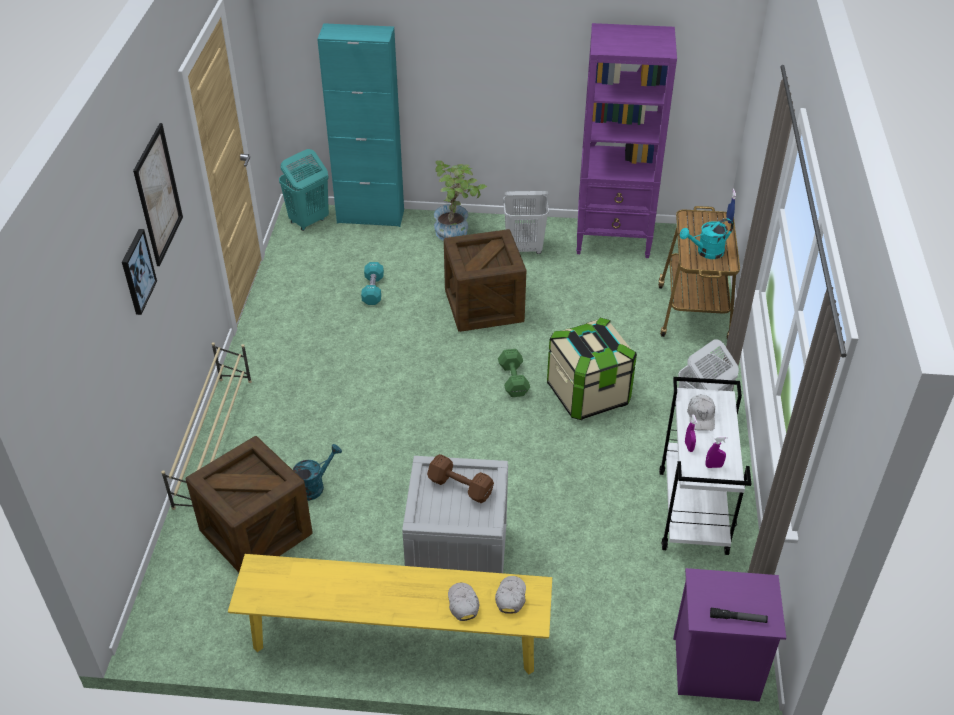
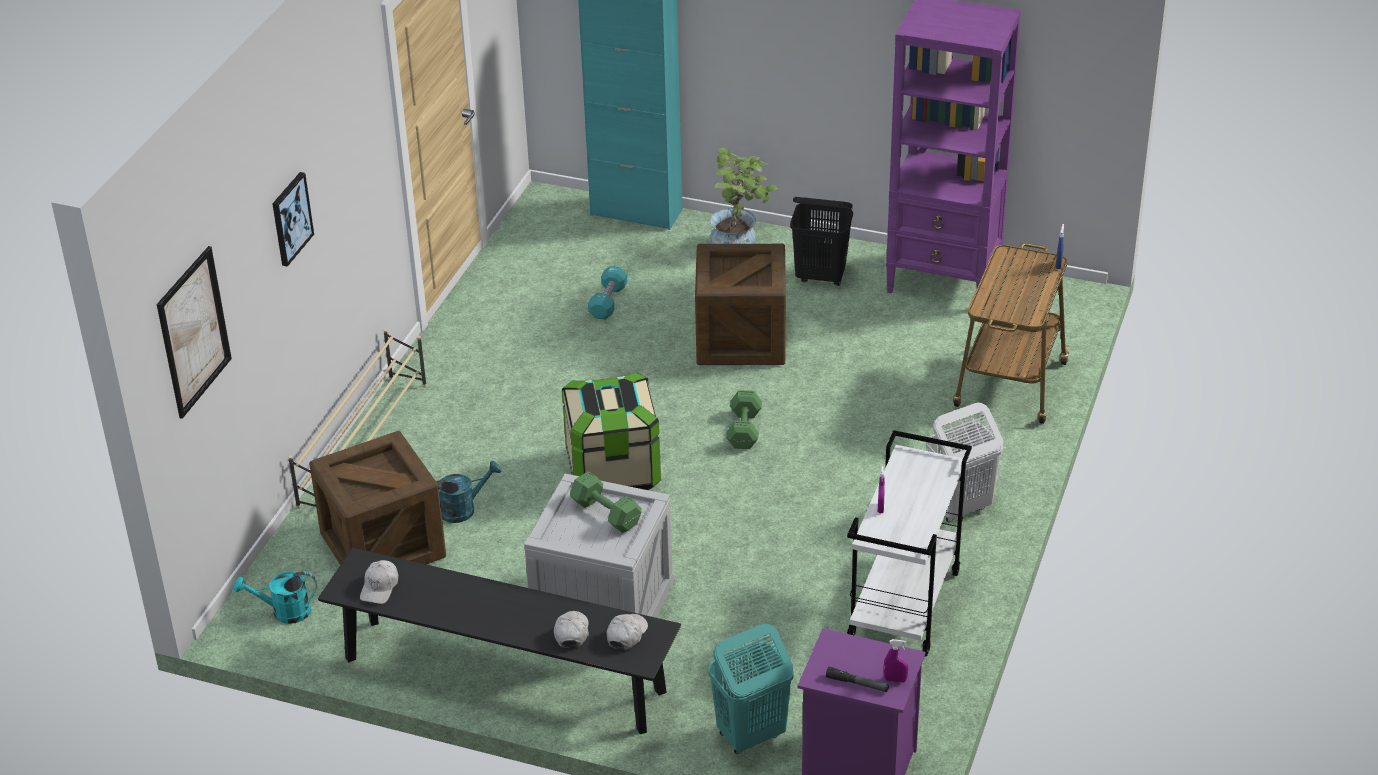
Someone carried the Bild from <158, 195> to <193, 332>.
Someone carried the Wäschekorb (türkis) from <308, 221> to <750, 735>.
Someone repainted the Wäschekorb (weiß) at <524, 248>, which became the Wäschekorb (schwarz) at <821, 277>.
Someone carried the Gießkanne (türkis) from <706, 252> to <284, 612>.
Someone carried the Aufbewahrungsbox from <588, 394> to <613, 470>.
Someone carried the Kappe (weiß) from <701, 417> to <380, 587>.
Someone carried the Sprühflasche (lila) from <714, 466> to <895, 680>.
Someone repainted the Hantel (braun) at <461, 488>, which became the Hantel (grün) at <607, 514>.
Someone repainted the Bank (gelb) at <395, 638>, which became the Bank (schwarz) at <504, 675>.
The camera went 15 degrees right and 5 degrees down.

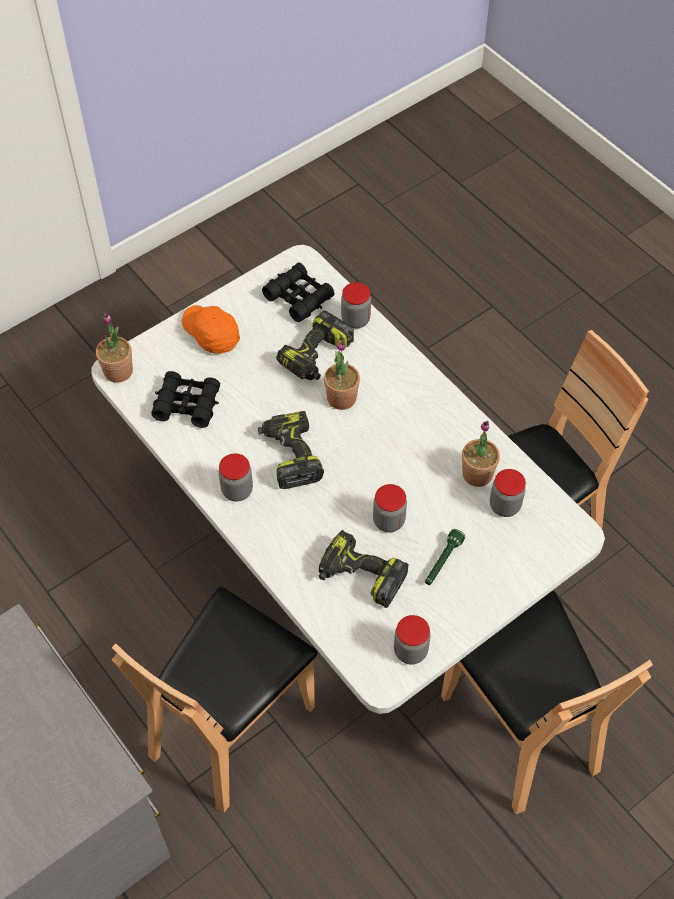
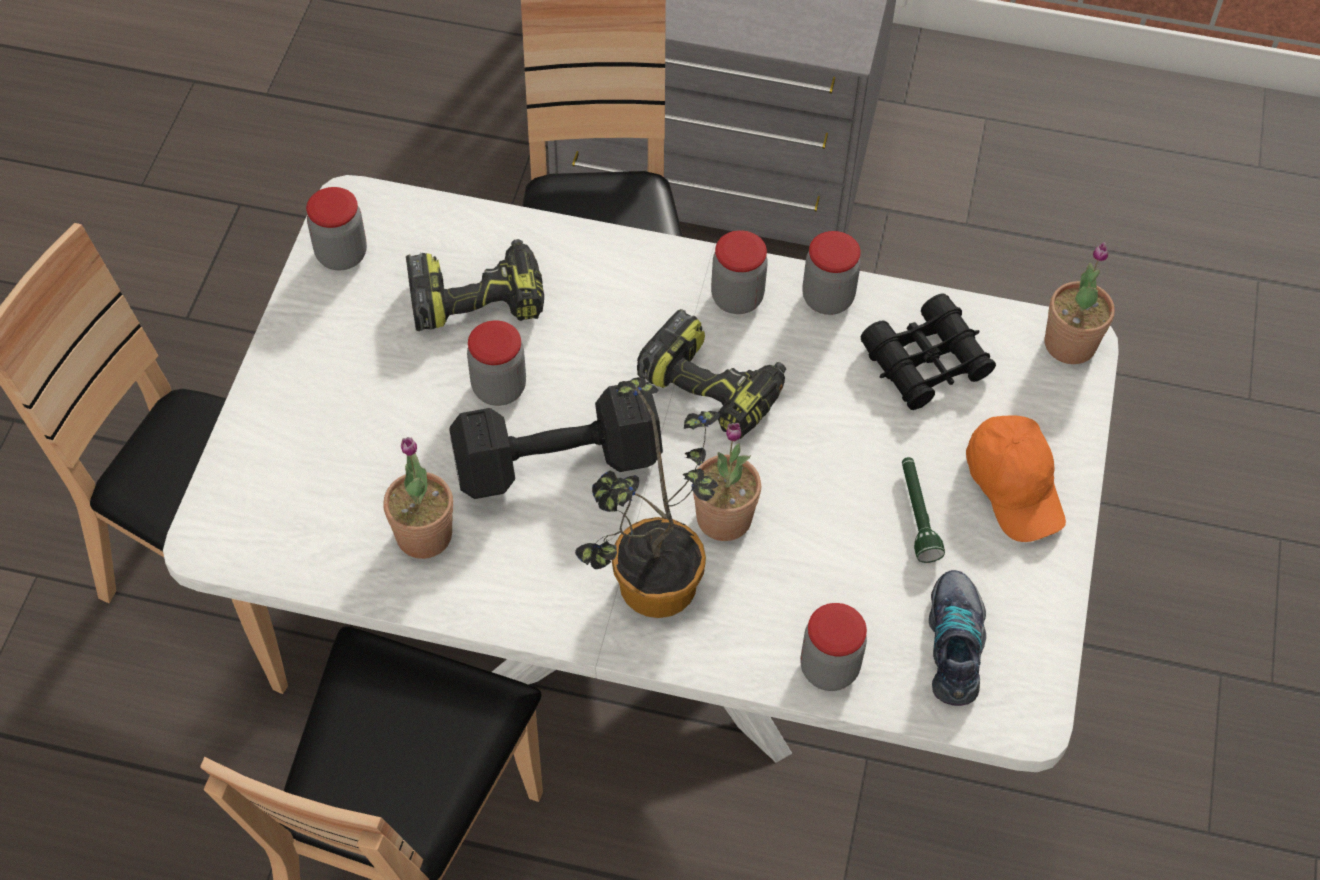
Someone swapped the Fernglas (schwarz) at <299, 297> for the Schuh at <956, 644>.
Someone rotated the Kappe (orange) at <211, 334> by 60 degrees clockwise.
Someone took away the Bohrmaschine at <316, 356>.
Someone carried the Vorratsglas from <504, 506> to <827, 298>.
Someone carried the Taschenlampe (grün) from <442, 562> to <917, 514>.
Someone put down the Topfpflanze at <648, 592>.
Someone put down the Hantel (schwarz) at <562, 463>.
The camera went 140 degrees right and 0 degrees up.

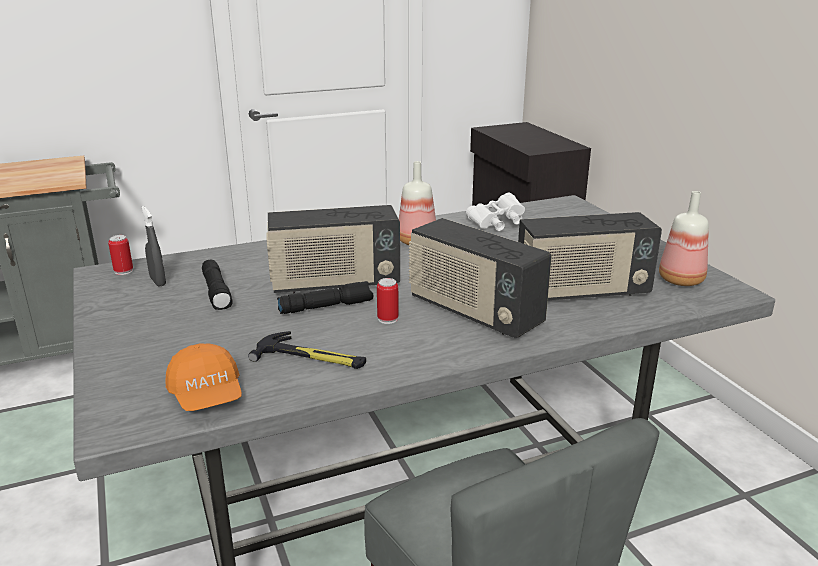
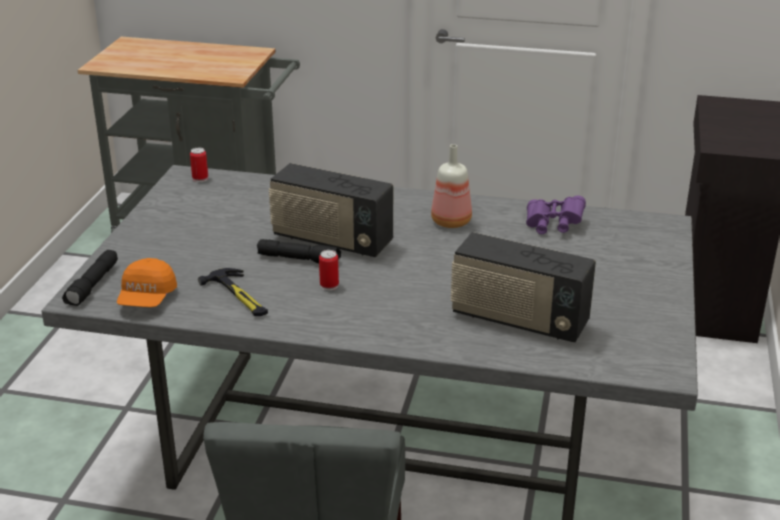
Someone took away the Flasche at <682, 281>.
Someone repainted the Fernglas (weiß) at <497, 223>, which became the Fernglas (lila) at <553, 225>.
Someone took away the Sprühflasche (grau) at <158, 281>.
Someone took away the Radio at <473, 312>.
Someone carried the Taschenlampe (schwarz) from <217, 292> to <93, 285>.
The camera went 35 degrees right and 5 degrees up.

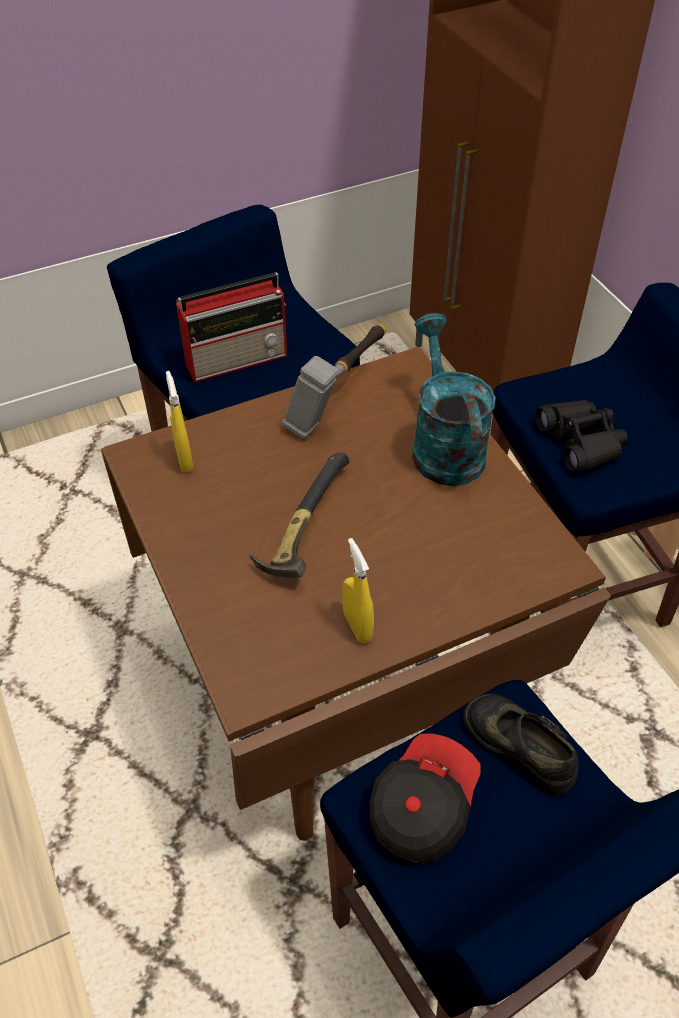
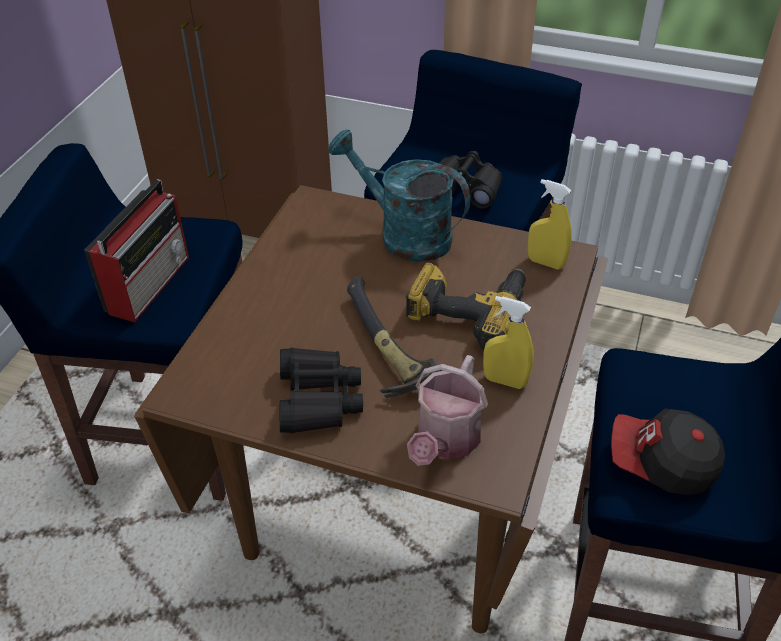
Someone took away the Hammer at <339, 394>.
Someone carried the Sprühflasche (gelb) from <184, 459> to <546, 263>.
Someone took away the Schuh (schwarz) at <520, 745>.
Someone rotated the Kappe at <421, 807> by 60 degrees counterclockwise.
Someone put down the Bohrmaschine at <467, 310>.
Someone put down the Fernglas (schwarz) at <318, 399>.
Someone put down the Gießkanne at <445, 441>.
The camera went 45 degrees left and 5 degrees down.

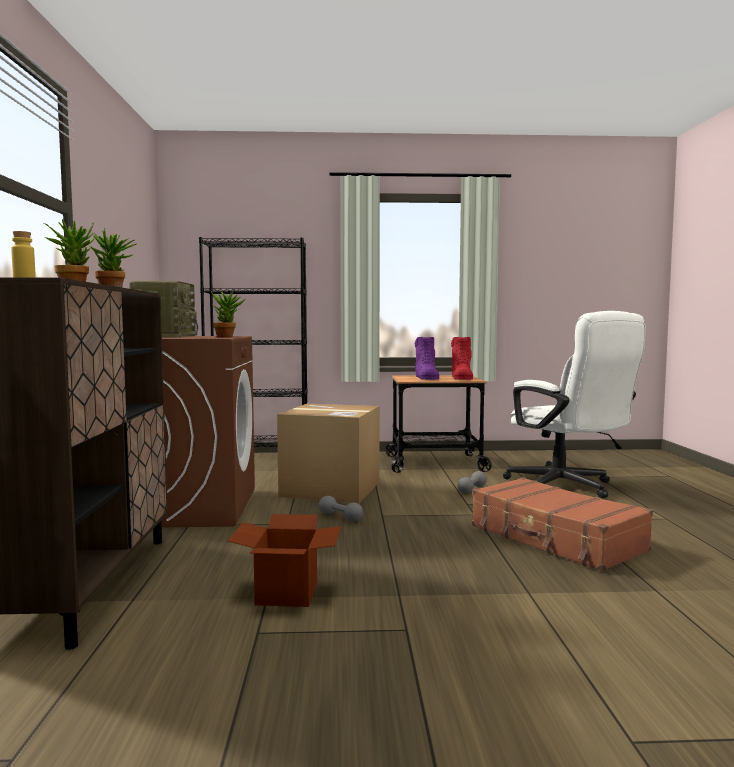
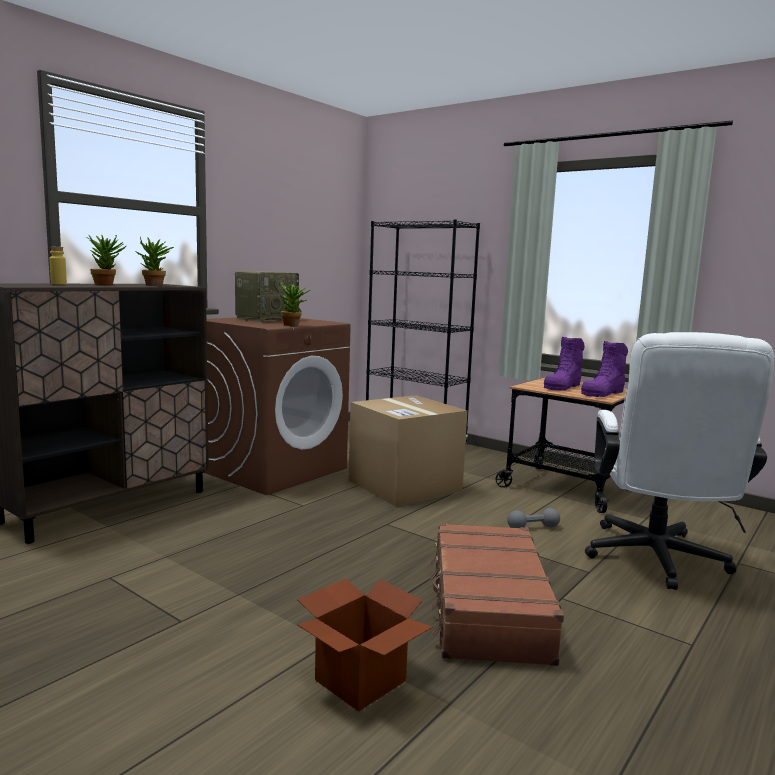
Someone repainted the Stiefel (rot) at <461, 378>, which became the Stiefel (lila) at <603, 393>.
Someone took away the Hantel (grau) at <340, 517>.
Someone carried the Karton from <286, 593> to <360, 680>.
The camera went 40 degrees right and 5 degrees up.

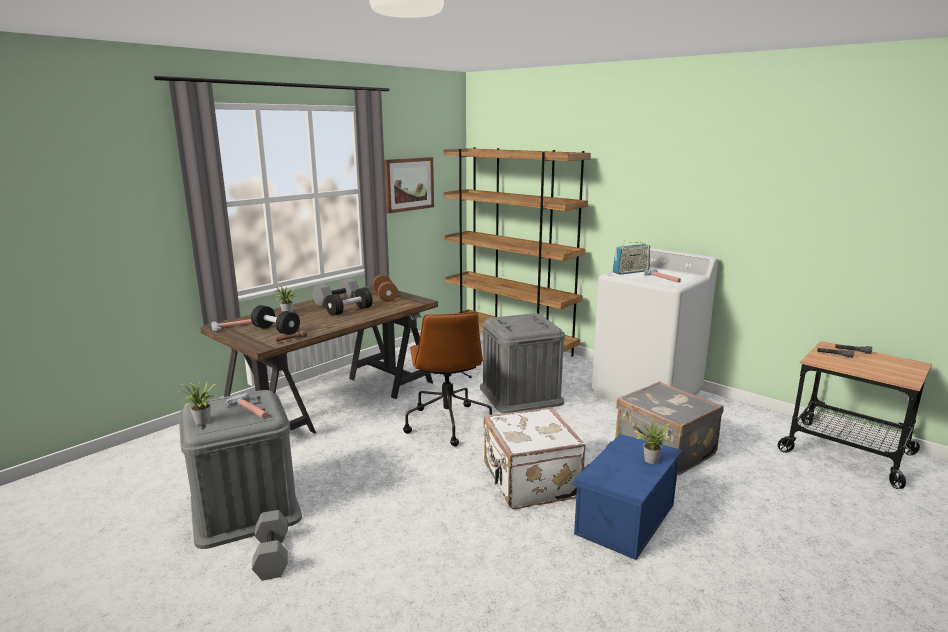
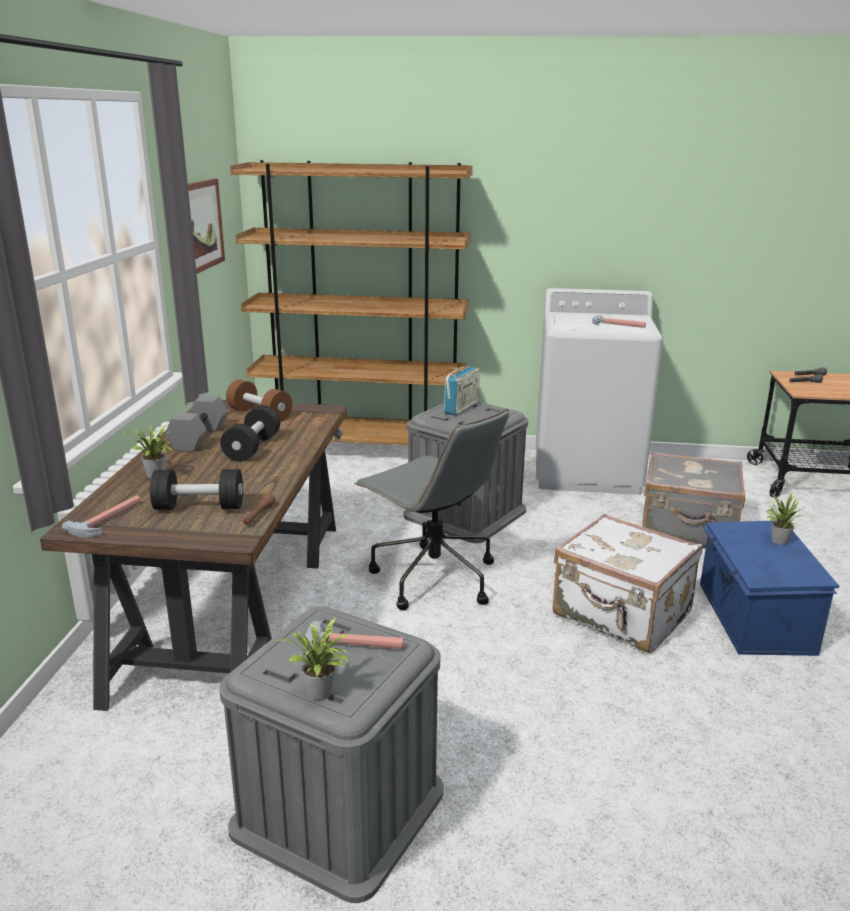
Someone carried the Radio from <630, 272> to <461, 408>.
Someone repainted the Bürostuhl (braun) at <447, 423>, which became the Bürostuhl (grau) at <432, 578>.
Someone took away the Hantel (grau) at <273, 556>.
The camera went 35 degrees left and 5 degrees up.

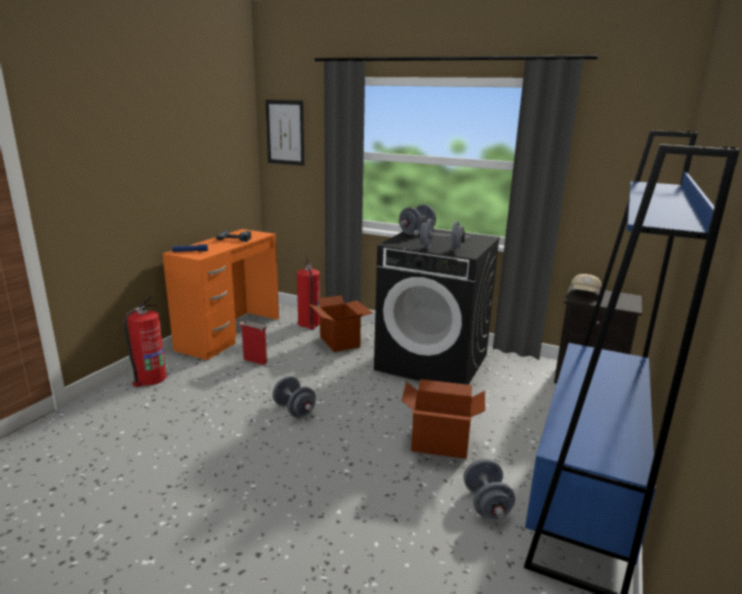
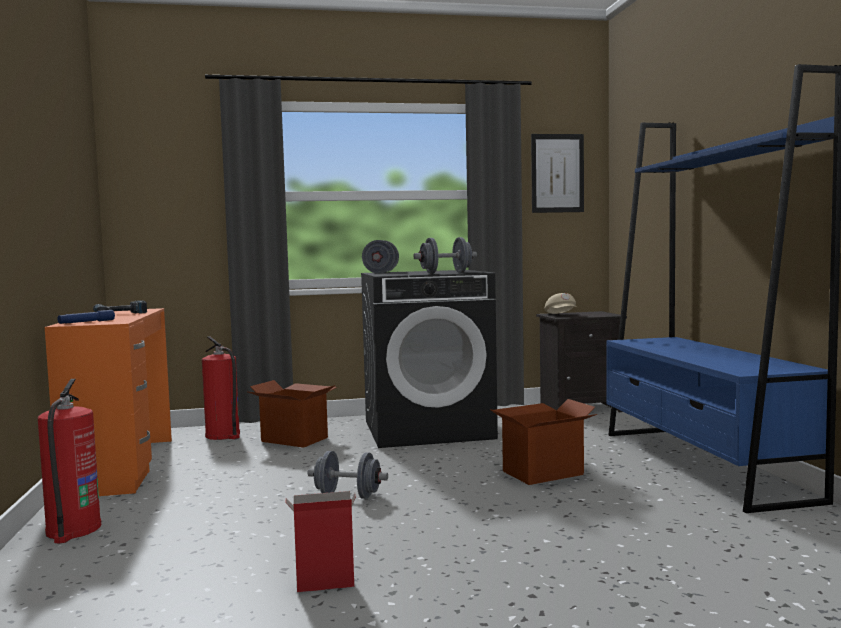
Someone carried the Bild from <285, 132> to <557, 173>.
Someone carried the Karton from <254, 360> to <324, 586>.
Someone took away the Hantel (grau) at <486, 504>.
The camera went 35 degrees left and 15 degrees down.

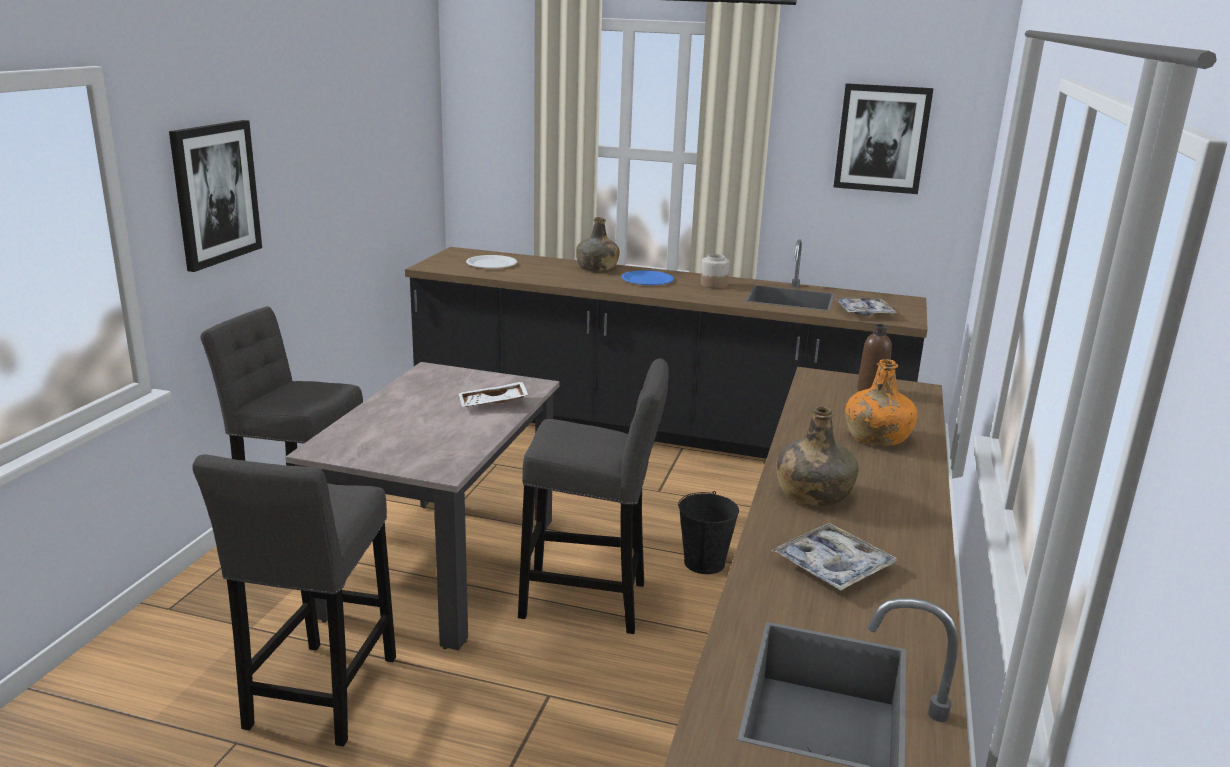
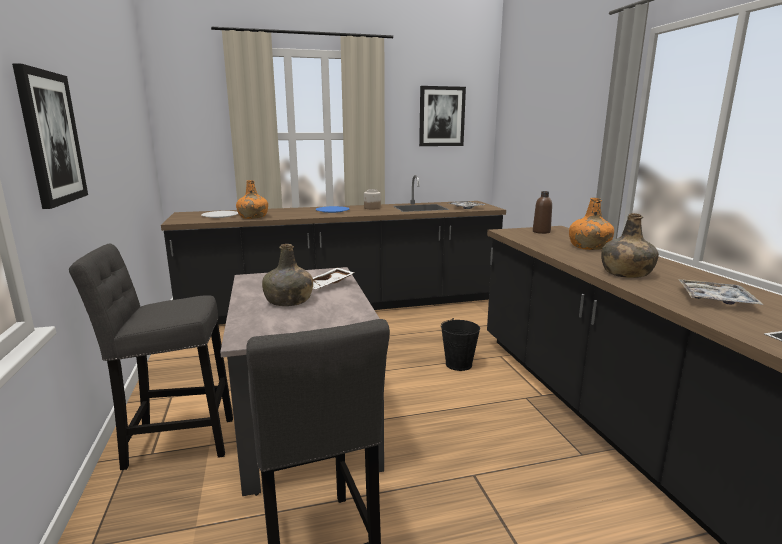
Someone carried the Flasche (grün) from <597, 268> to <289, 301>.
Someone took away the Hocker (grau) at <591, 602>.
Someone put down the Flasche (orange) at <252, 217>.
The camera went 30 degrees left and 5 degrees down.

